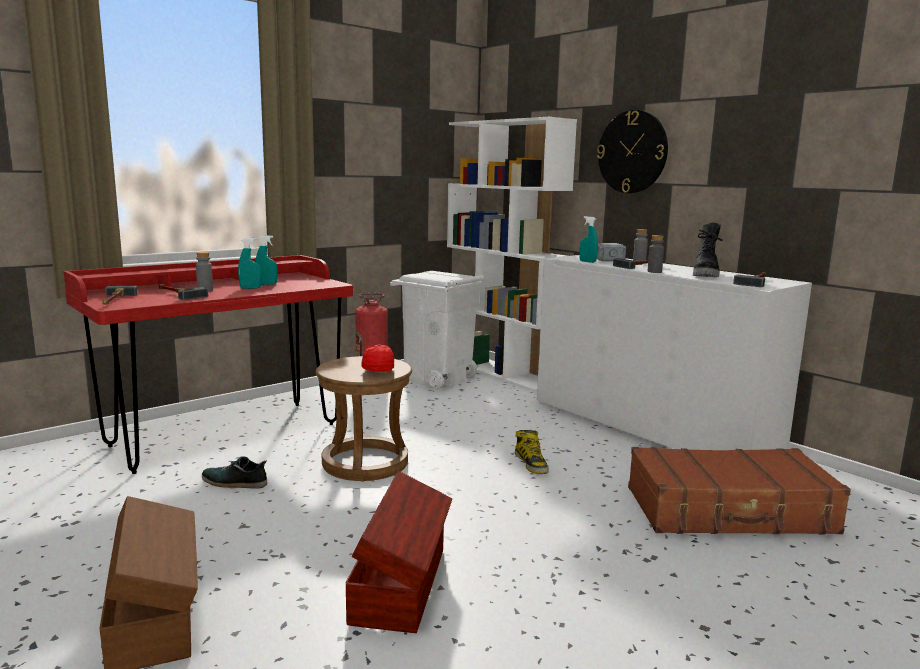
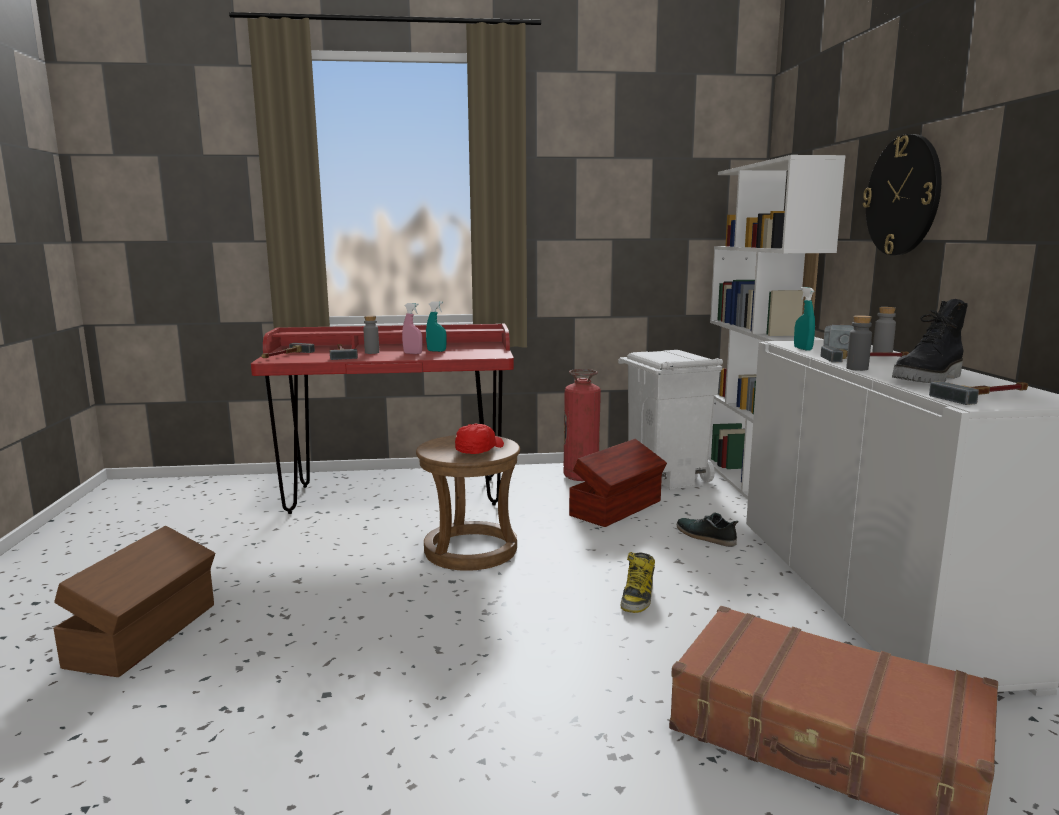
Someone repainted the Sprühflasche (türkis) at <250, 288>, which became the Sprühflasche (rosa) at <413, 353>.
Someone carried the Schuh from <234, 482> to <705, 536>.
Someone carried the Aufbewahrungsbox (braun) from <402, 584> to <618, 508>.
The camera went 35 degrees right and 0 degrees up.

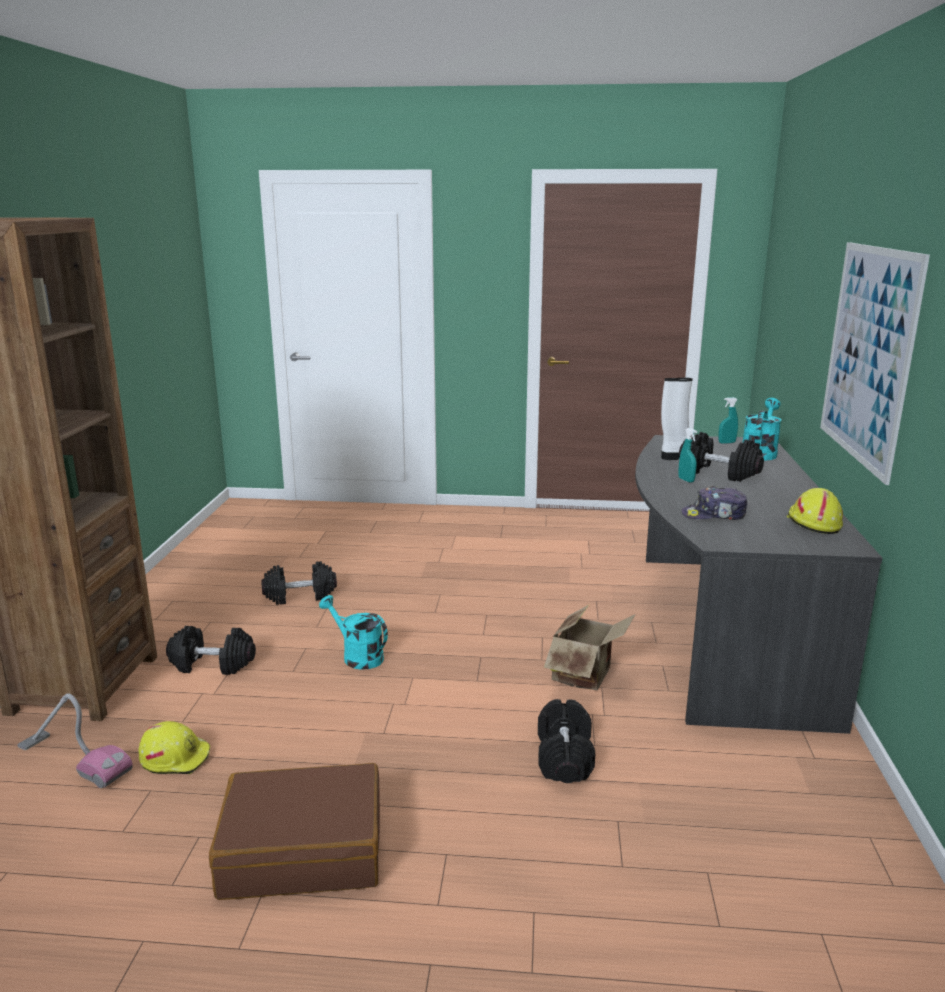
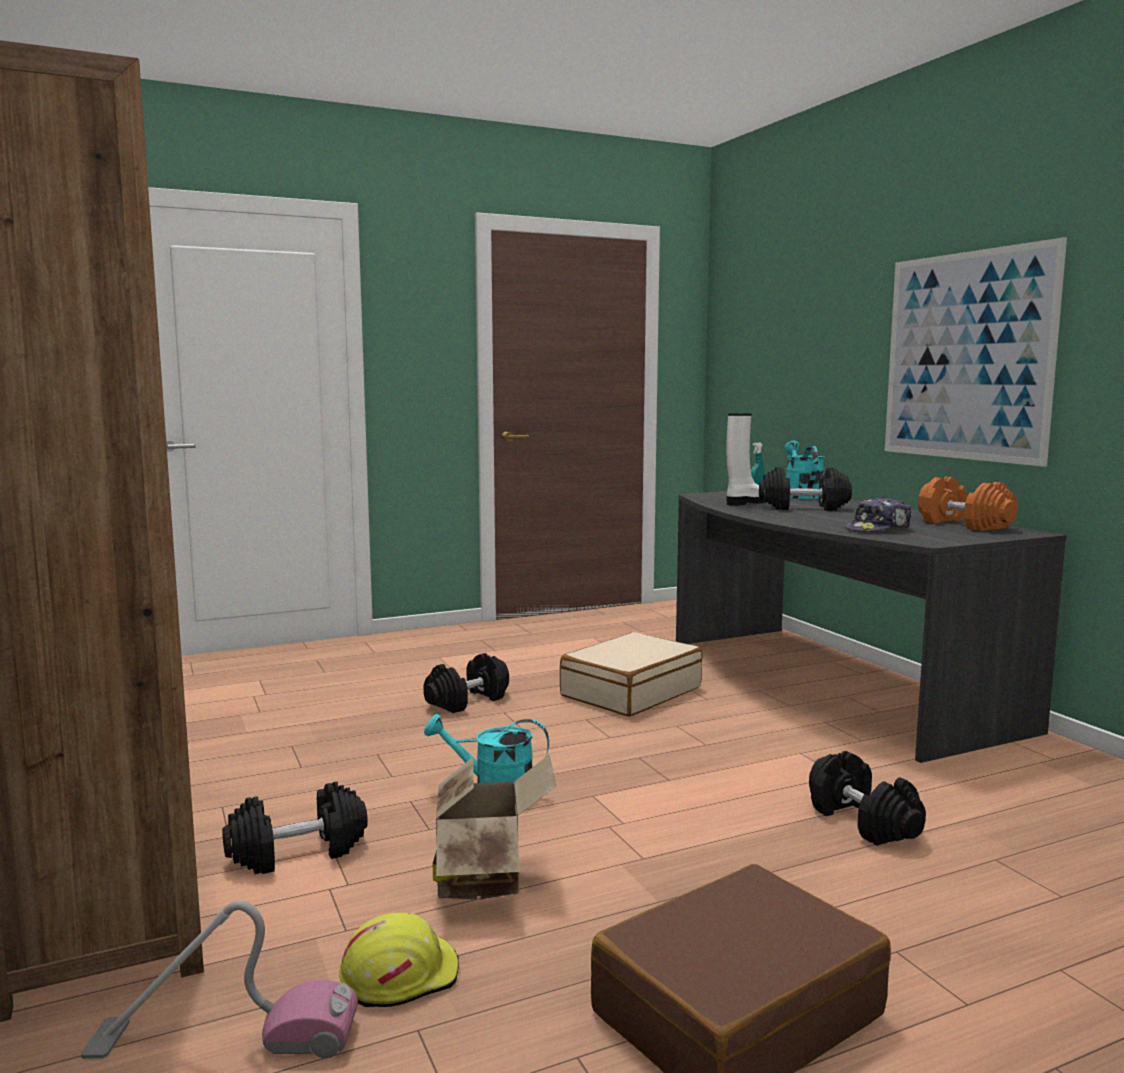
Someone took away the Sprühflasche (türkis) at <686, 480>.
Someone swapped the Schutzhelm (gelb) at <812, 523> for the Hantel (orange) at <963, 524>.
Someone carried the Hantel (schwarz) from <300, 595> to <467, 701>.
Someone carried the Karton from <586, 676> to <487, 876>.
Someone put down the Koffer (beige) at <630, 692>.
The camera went 30 degrees left and 10 degrees down.

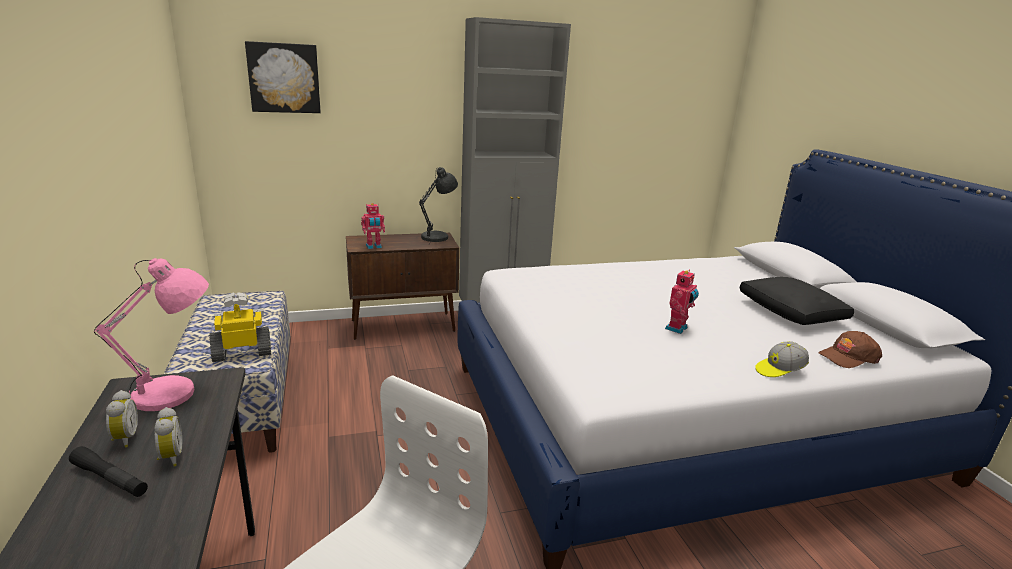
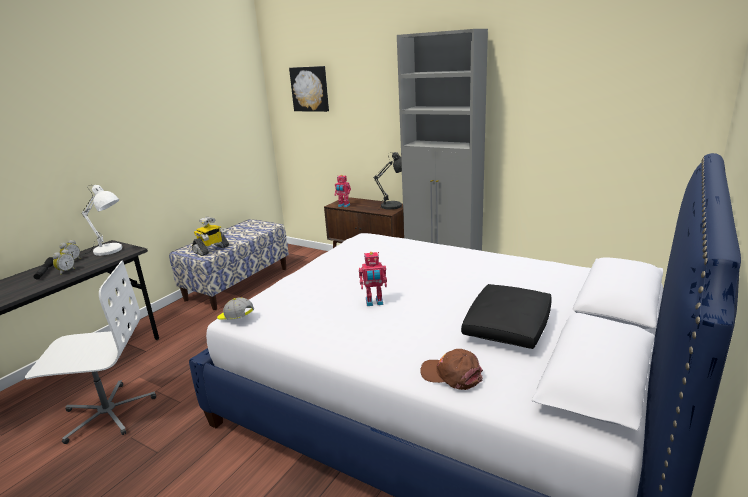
Someone repainted the Tischlampe (rosa) at <172, 394>, which became the Tischlampe (weiß) at <110, 251>.
Someone rotated the Spielzeugroboter at <243, 352> by 105 degrees clockwise.
Someone carried the Kappe from <779, 370> to <236, 318>.
The camera went 50 degrees right and 0 degrees up.

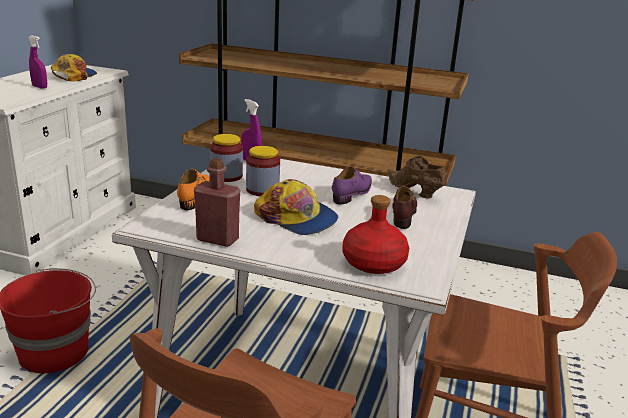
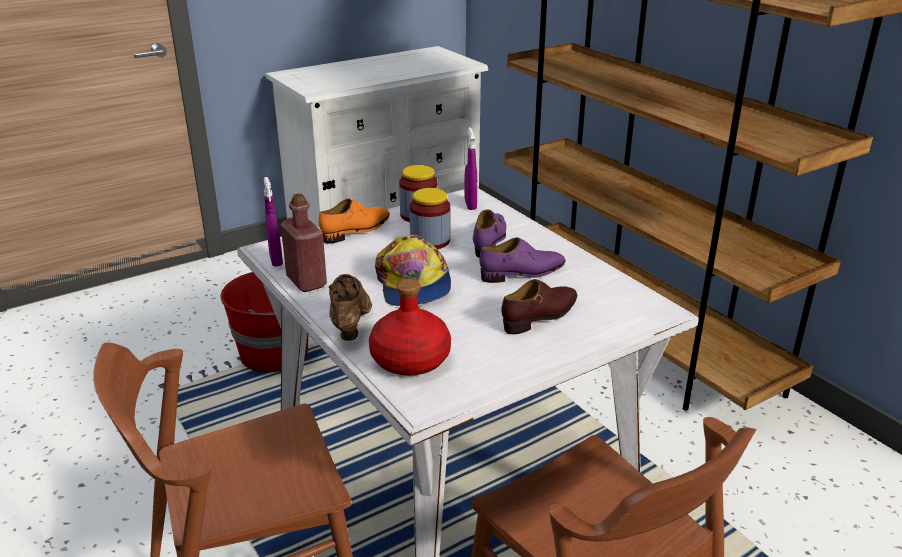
Someone carried the Sprühflasche (lila) from <40, 87> to <276, 260>.
Someone took away the Kappe at <74, 76>.
Someone carried the Schuh (braun) from <414, 191> to <350, 324>.
Someone put down the Schuh (lila) at <490, 240>.
The camera went 40 degrees right and 5 degrees up.

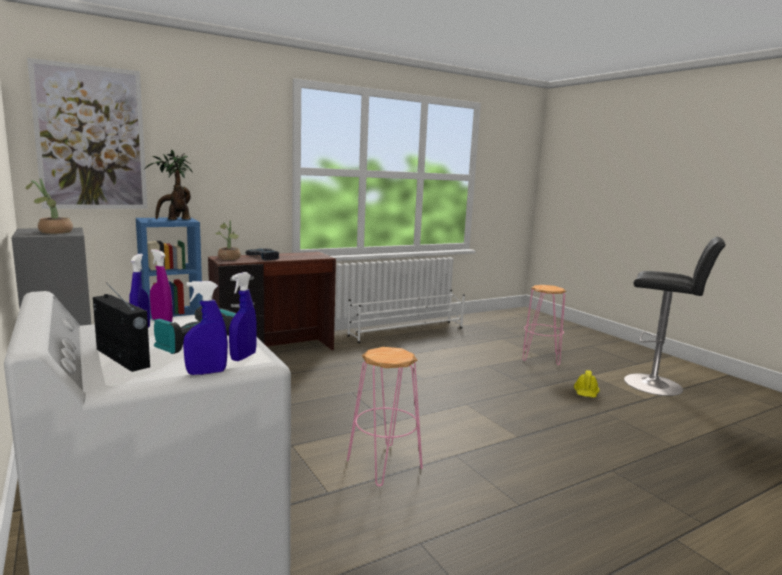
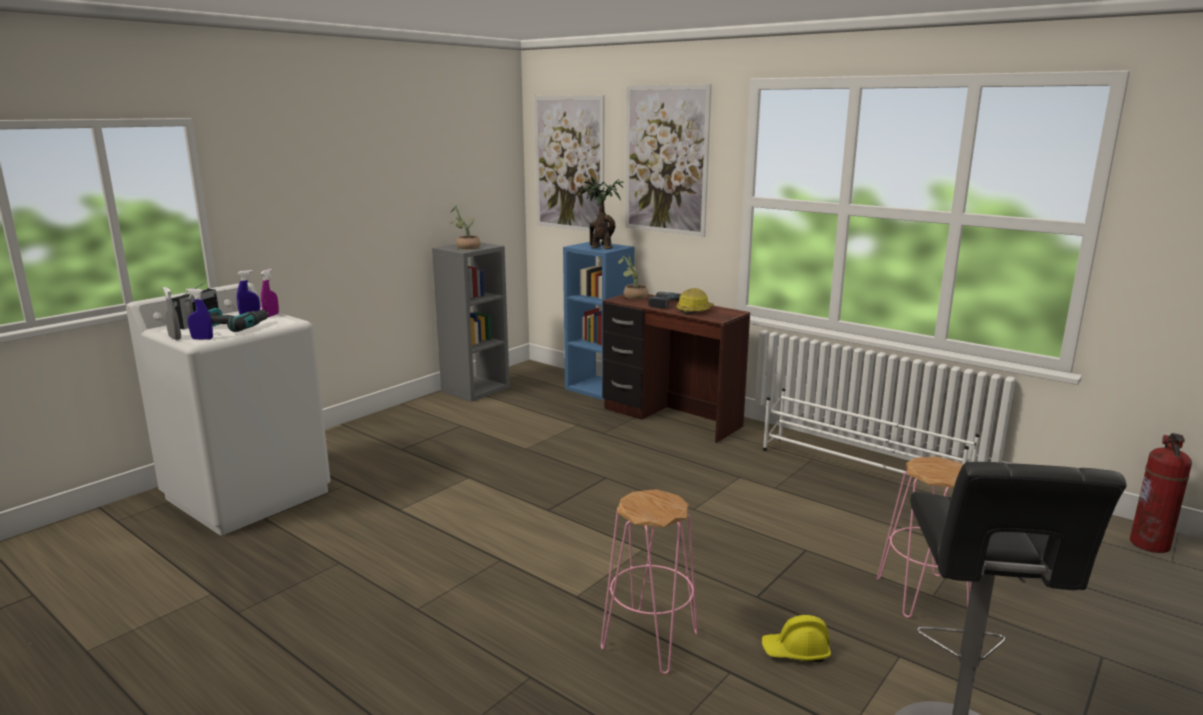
Someone repainted the Sprühflasche (blau) at <206, 372>, which became the Sprühflasche (grau) at <175, 338>.
Someone carried the Hocker (rosa) from <384, 464> to <650, 641>.
Someone put up the Bild at <666, 160>.
Someone put down the Schutzhelm at <694, 310>.
Someone put down the Feuerlöscher at <1149, 544>.
The camera went 70 degrees right and 5 degrees up.

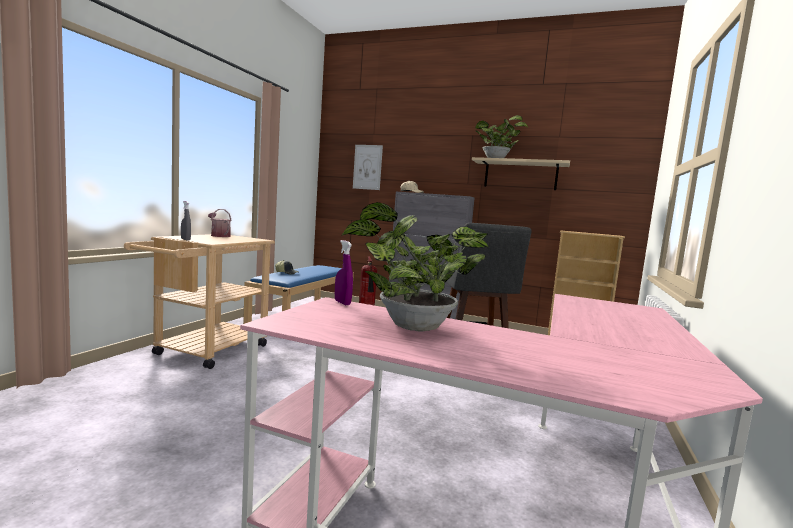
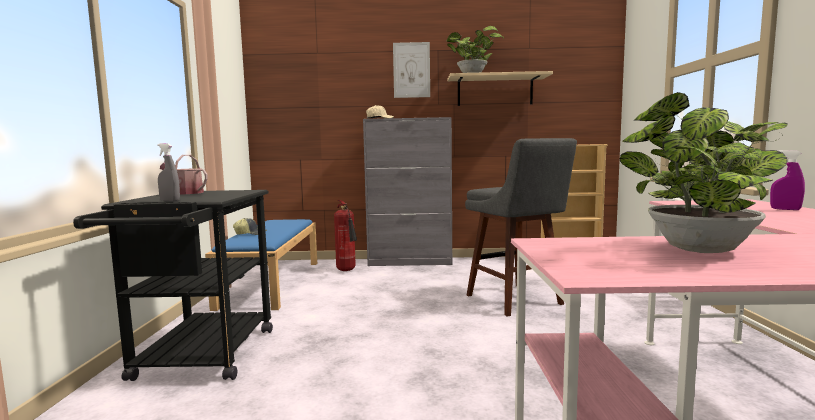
Someone carried the Bild from <367, 167> to <411, 70>.
Someone repainted the Rollwagen (beige) at <205, 352>, which became the Rollwagen (schwarz) at <200, 359>.
Someone carried the Sprühflasche (lila) from <342, 303> to <785, 209>.
The camera went 20 degrees left and 0 degrees up.

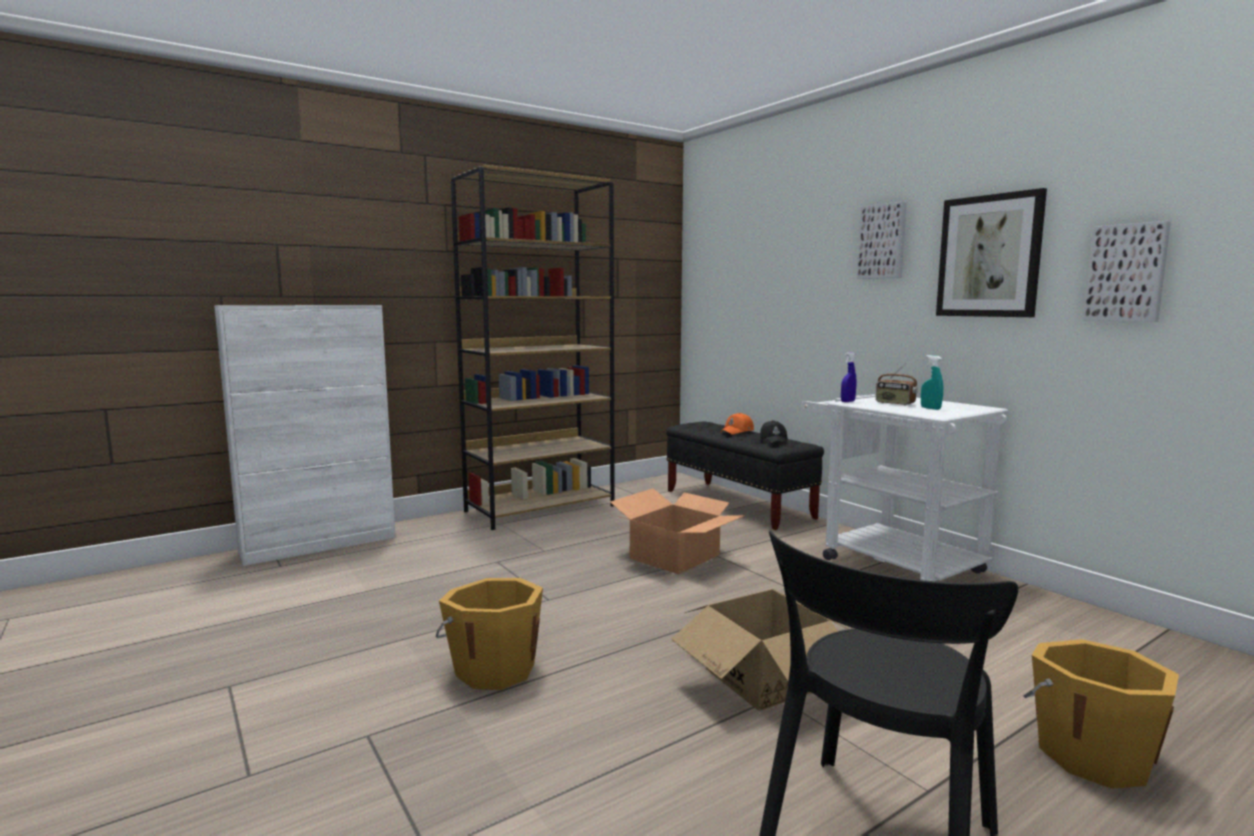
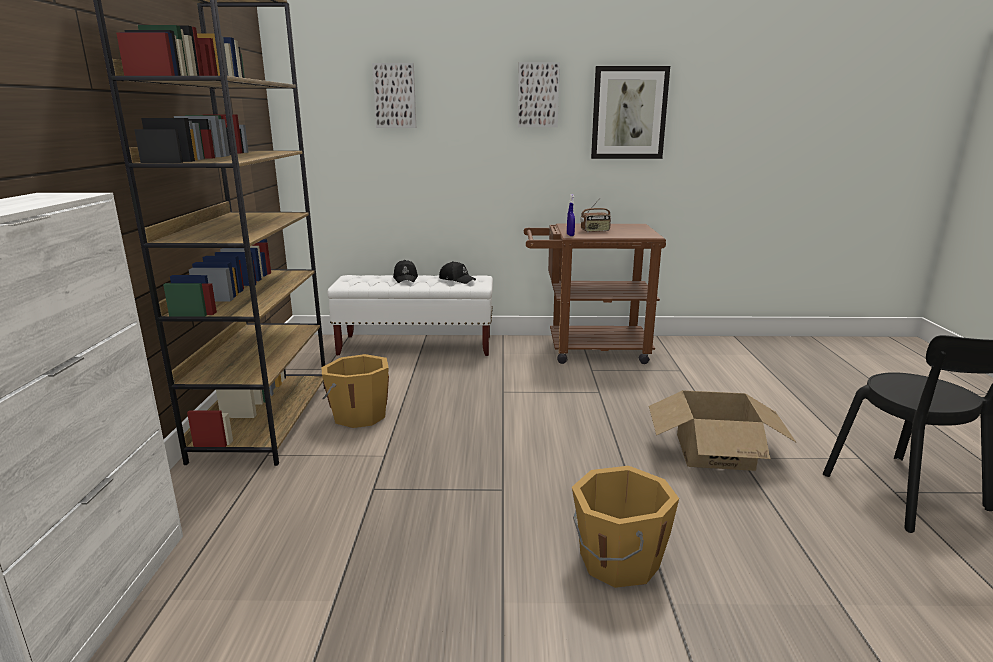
Someone carried the Bild from <1127, 273> to <395, 96>.
Someone took away the Sprühflasche (türkis) at <930, 408>.
Someone repainted the Rollwagen (weiß) at <889, 561>, which became the Rollwagen (braun) at <587, 350>.
Someone repainted the Kappe (orange) at <737, 431>, which became the Kappe (schwarz) at <406, 278>.
Someone repainted the Bank (schwarz) at <738, 504>, which became the Bank (weiß) at <416, 346>.
Someone took away the Karton at <675, 556>.
Someone carried the Eimer (orange) from <1091, 755> to <359, 415>.
The camera went 55 degrees left and 10 degrees up.

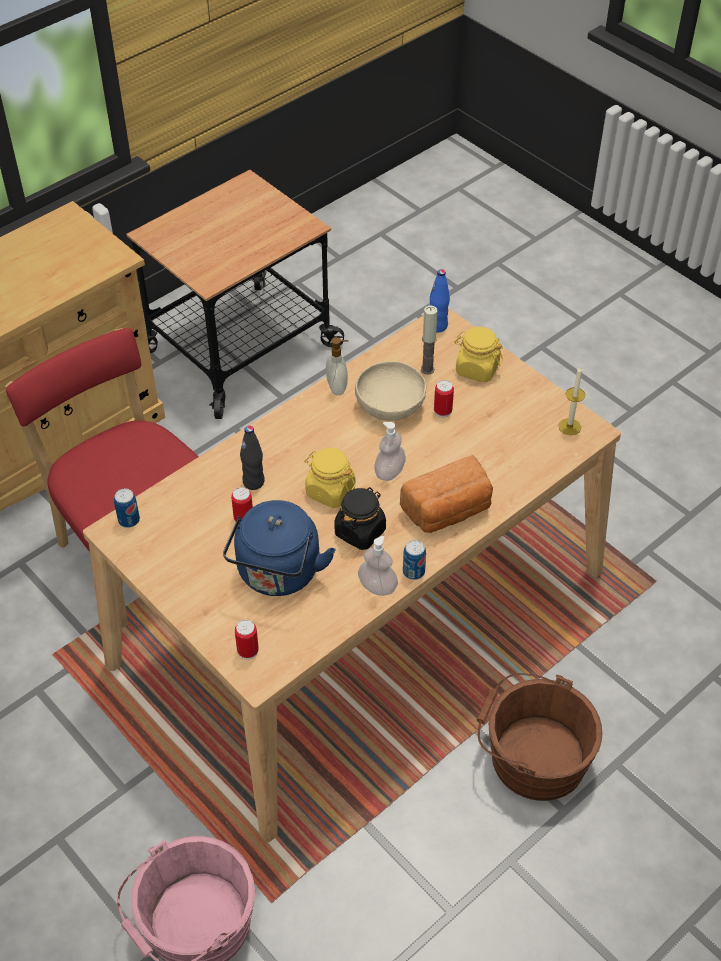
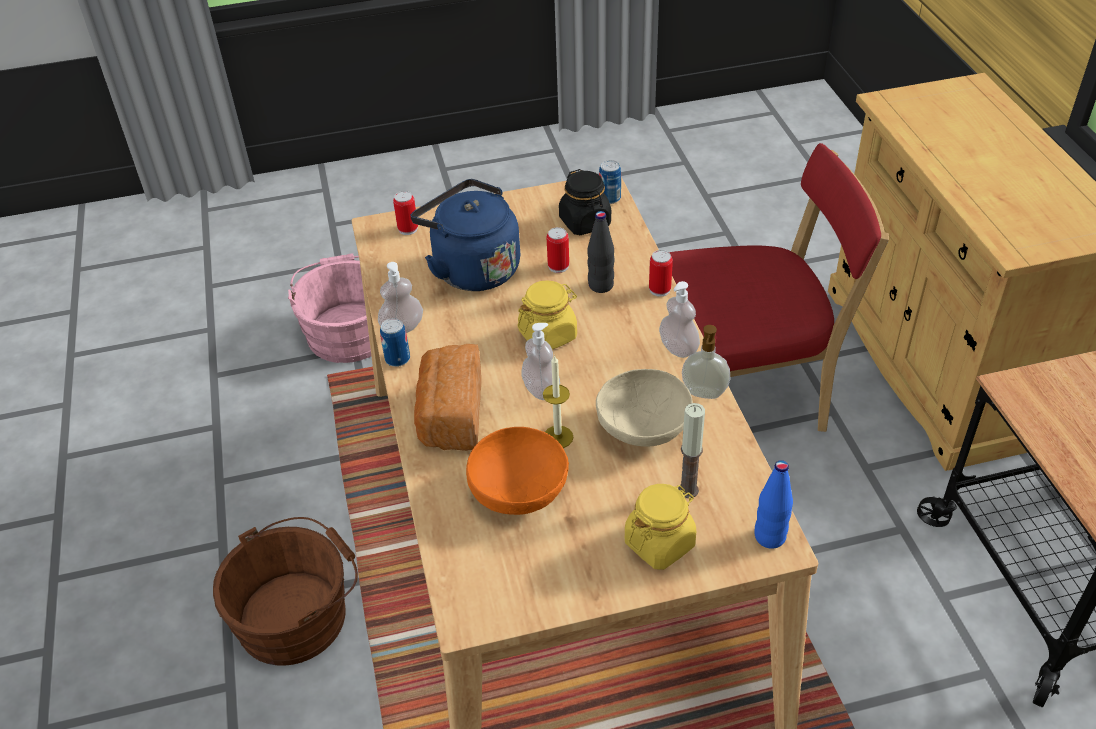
Someone carried the Kerze from <569, 426> to <558, 437>.
Someone carried the Dose from <442, 411> to <659, 289>.
Someone carried the Vorratsglas (schwarz) from <360, 531> to <585, 222>.
Someone put down the Seifenspender at <678, 348>.
Someone put down the Schüssel (orange) at <519, 490>.
The camera went 120 degrees right and 5 degrees down.

